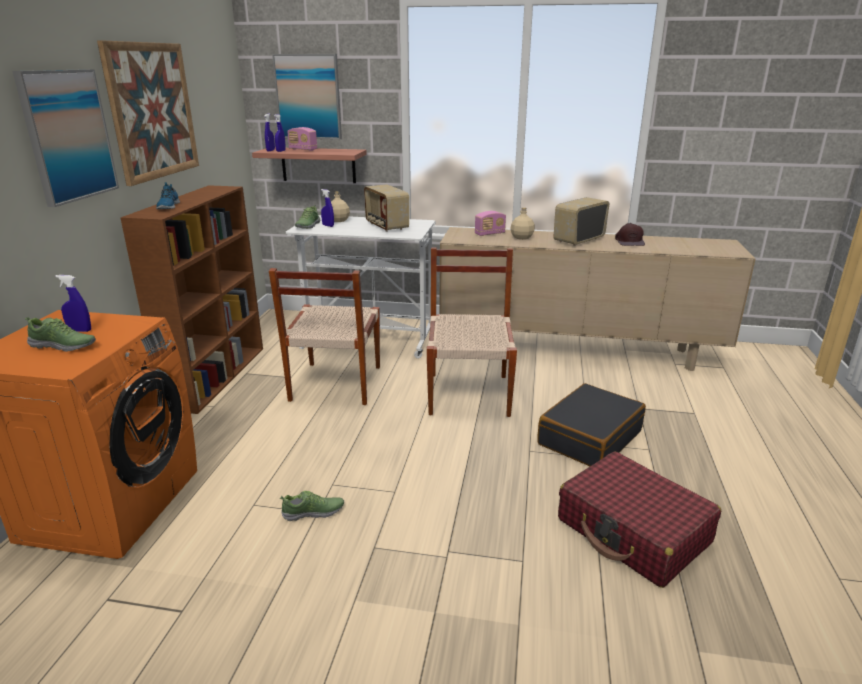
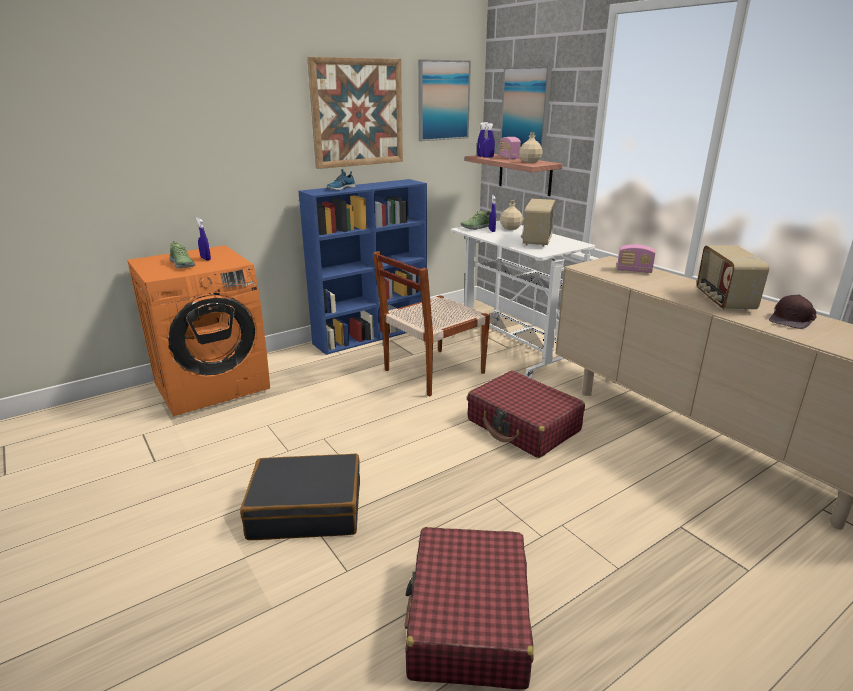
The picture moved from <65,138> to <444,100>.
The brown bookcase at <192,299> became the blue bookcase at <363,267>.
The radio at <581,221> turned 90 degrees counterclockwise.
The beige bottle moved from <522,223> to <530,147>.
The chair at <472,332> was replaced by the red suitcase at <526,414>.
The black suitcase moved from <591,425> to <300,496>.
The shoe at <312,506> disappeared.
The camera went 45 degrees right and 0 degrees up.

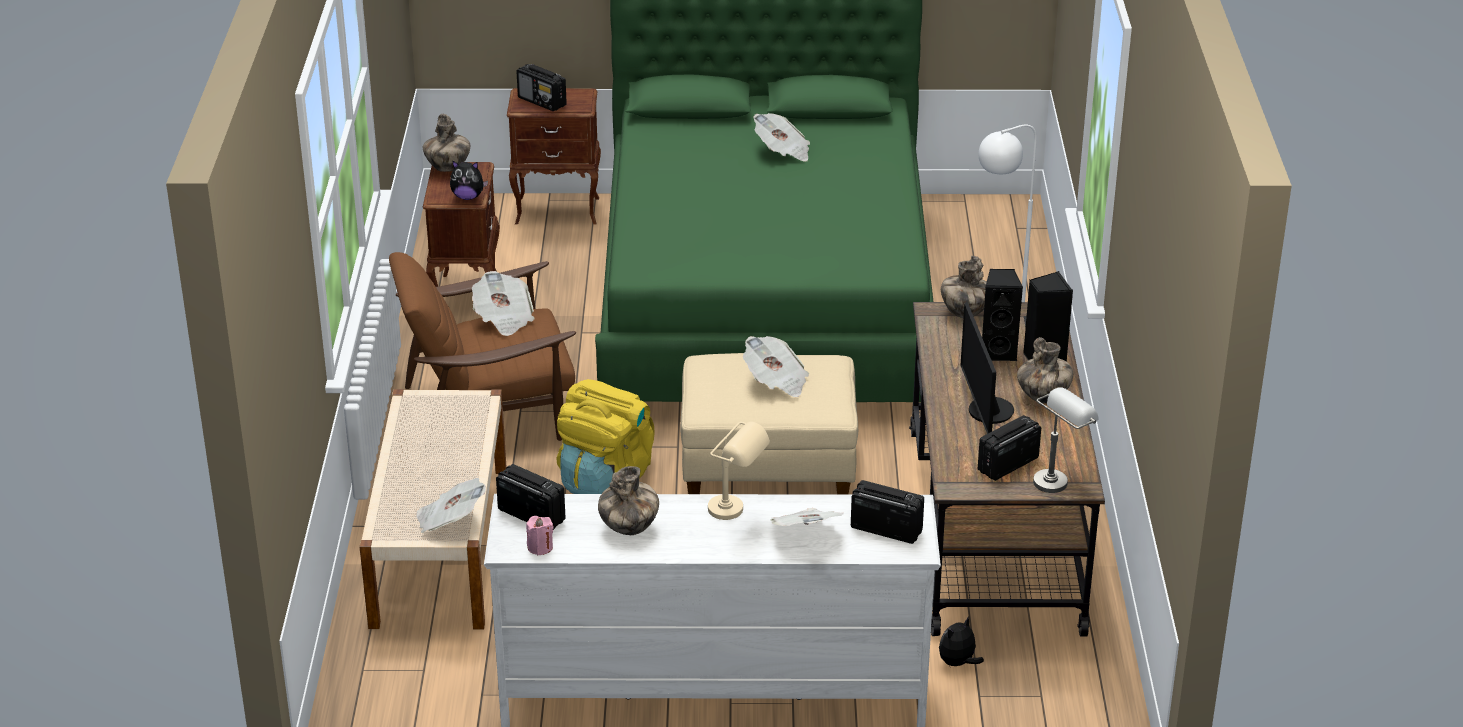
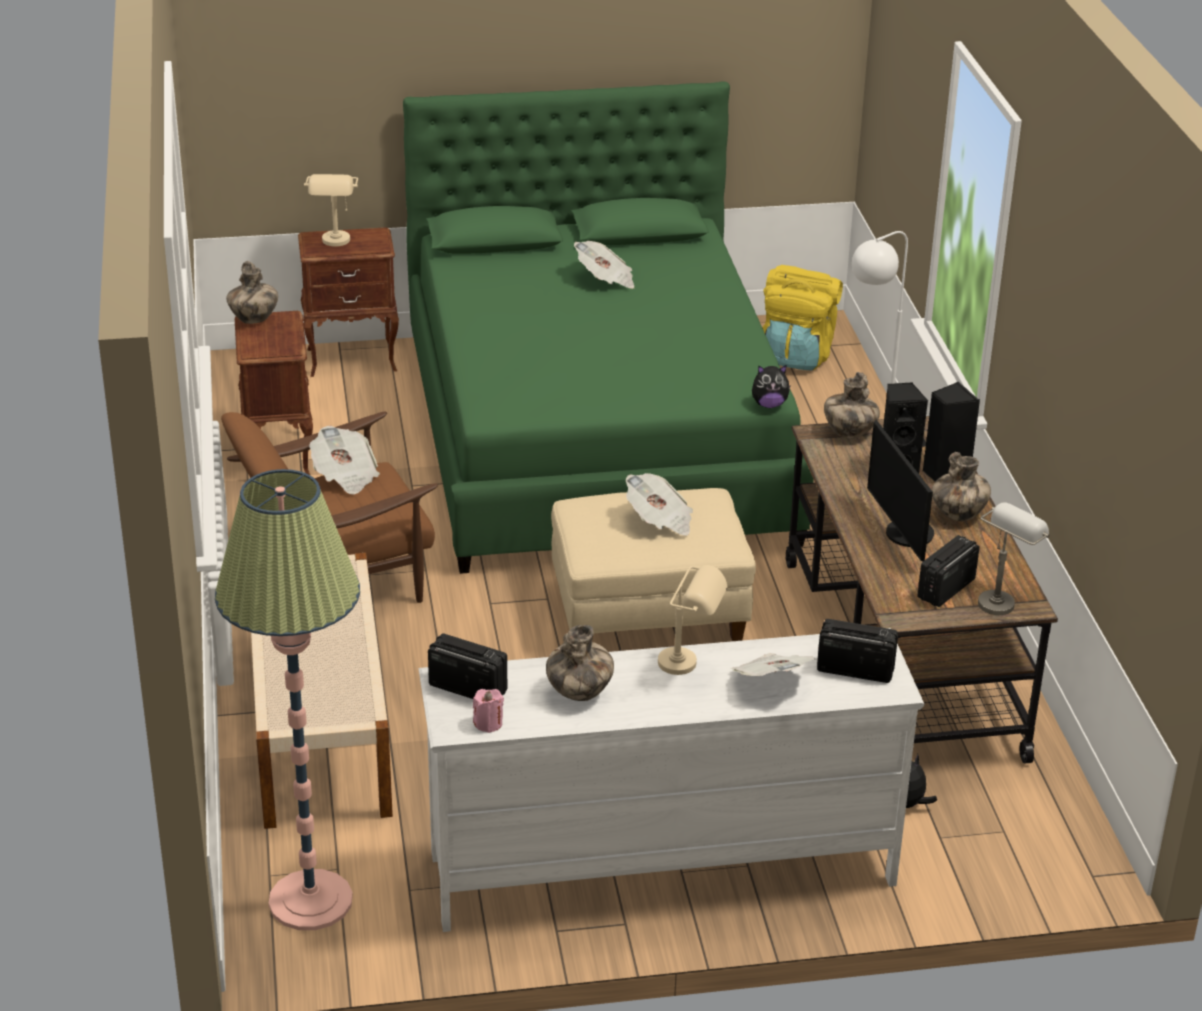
The radio at <541,87> was replaced by the beige table lamp at <331,210>.
The plush toy moved from <469,180> to <771,386>.
The yellow backpack moved from <605,436> to <802,318>.
The newspaper at <451,505> disappeared.
The floor lamp at <287,699> appeared.
The camera went 10 degrees left and 0 degrees up.

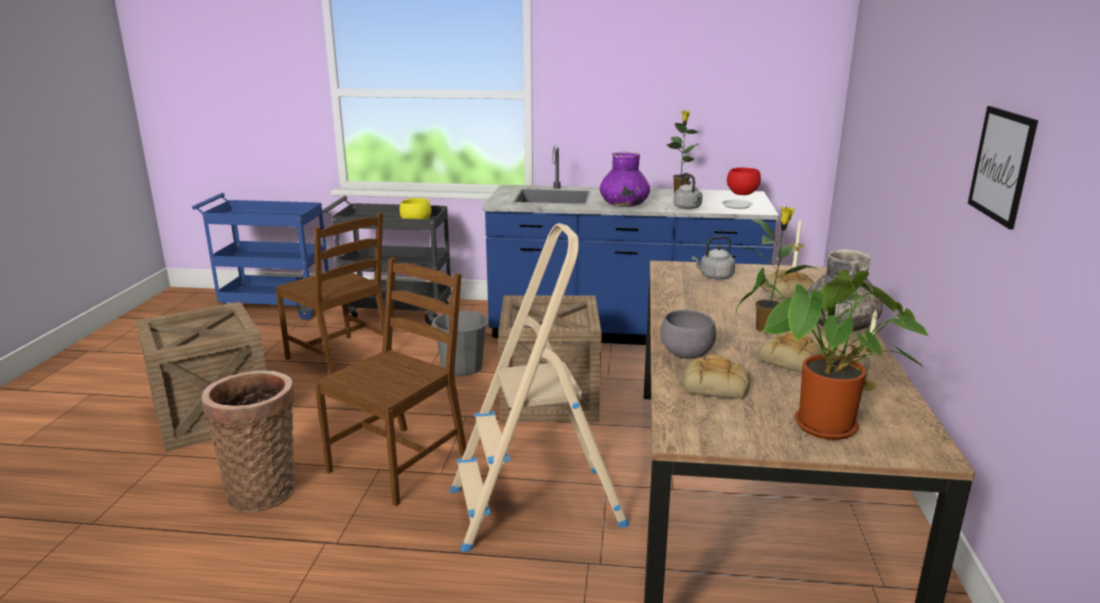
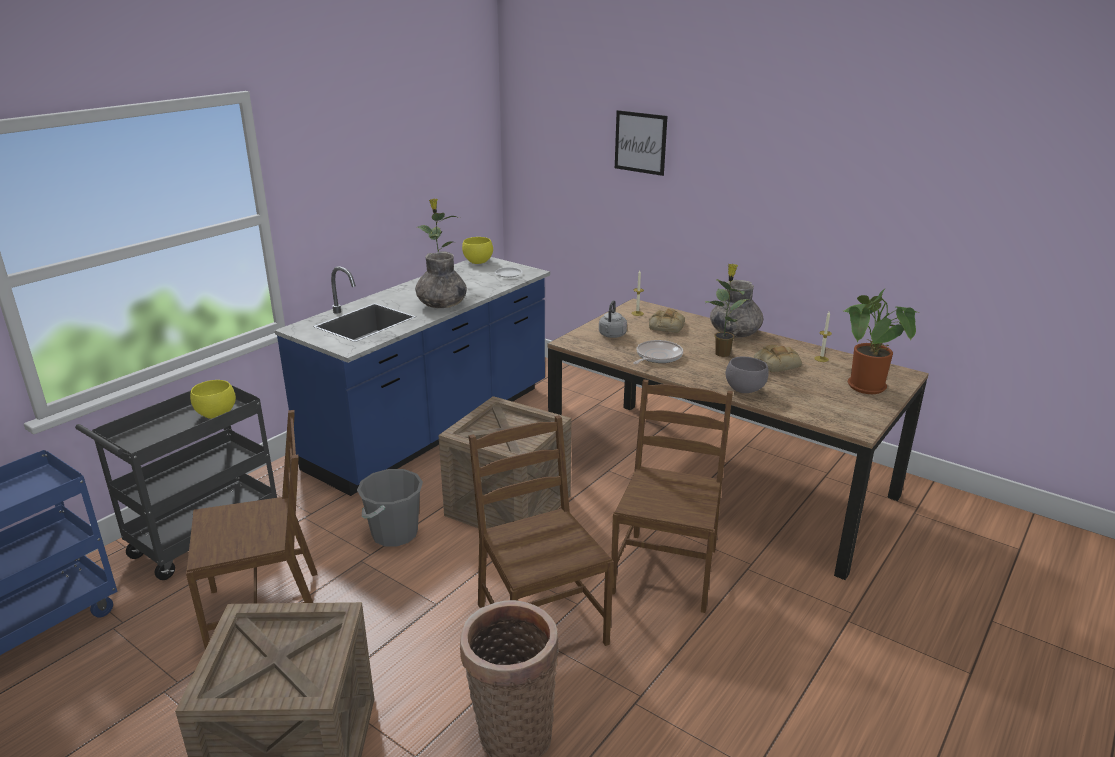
The picture moved from <1003,168> to <641,143>.
The purple vase at <625,179> became the grey vase at <441,280>.
The red bowl at <744,181> became the yellow bowl at <477,250>.
The grey kettle at <688,191> disappeared.
The beige step ladder at <539,387> was replaced by the brown chair at <672,496>.
The bread at <716,376> disappeared.
The frying pan at <658,352> appeared.
The camera went 60 degrees left and 5 degrees up.

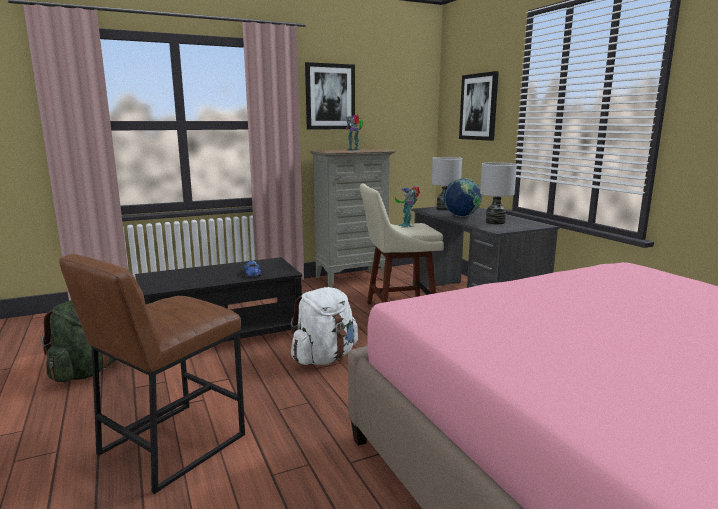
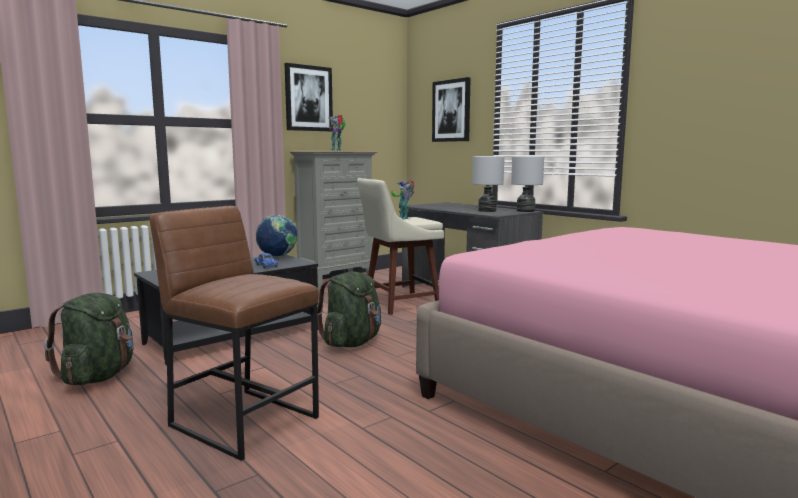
The grey table lamp moved from <447,183> to <527,184>.
The globe moved from <462,197> to <277,236>.
The brown chair at <152,374> turned 105 degrees clockwise.
The white backpack at <324,326> became the green backpack at <349,309>.
The camera went 15 degrees left and 5 degrees down.

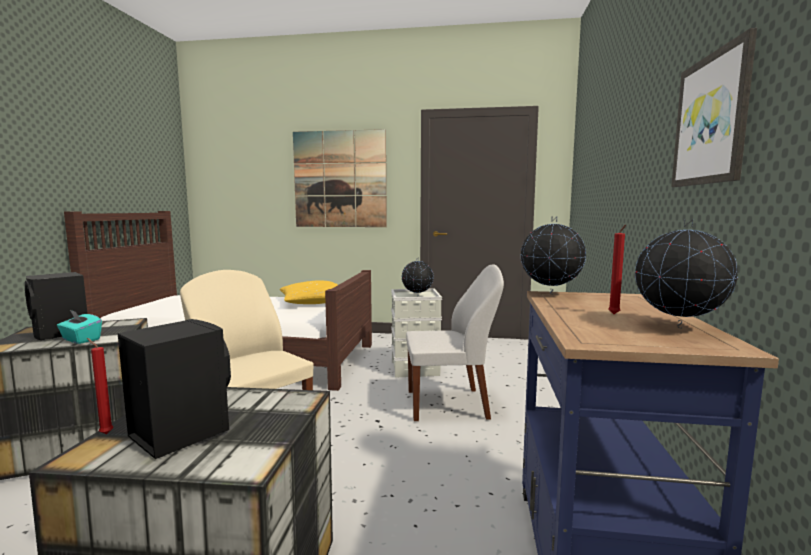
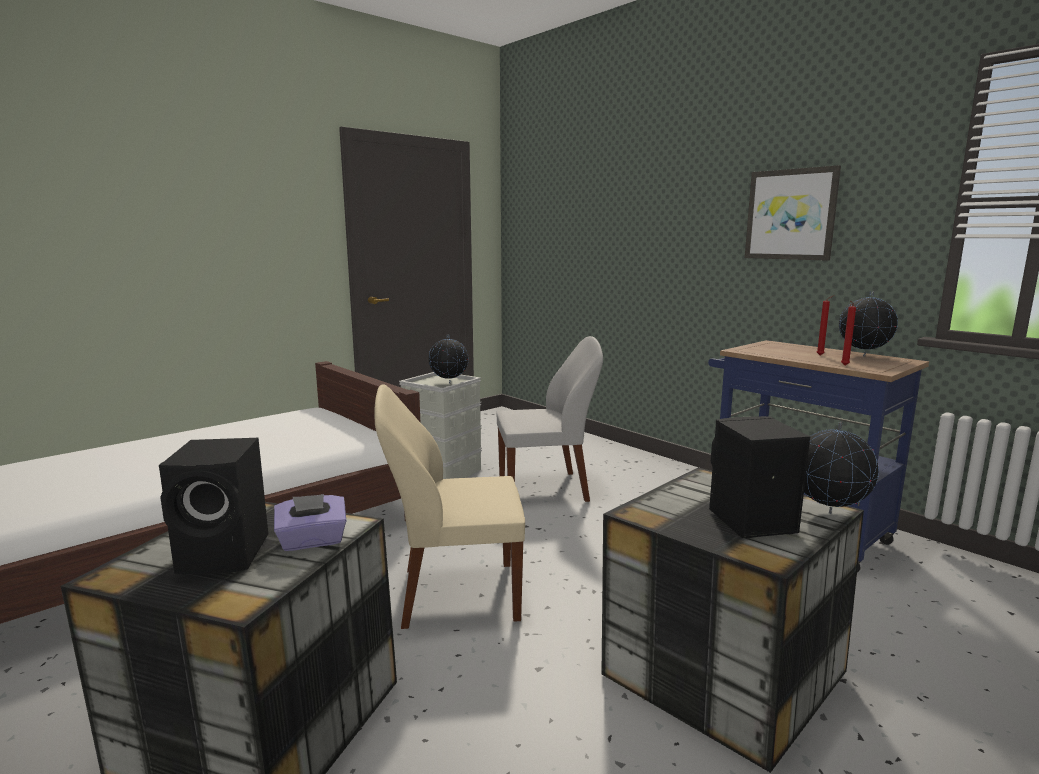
The picture at <340,178> disappeared.
The globe moved from <553,255> to <841,467>.
The white chair at <455,343> turned 45 degrees clockwise.
The yellow pillow at <309,292> disappeared.
The turquoise tissue box at <79,326> became the purple tissue box at <310,522>.
The red candle moved from <100,386> to <848,333>.
The camera went 50 degrees left and 5 degrees up.

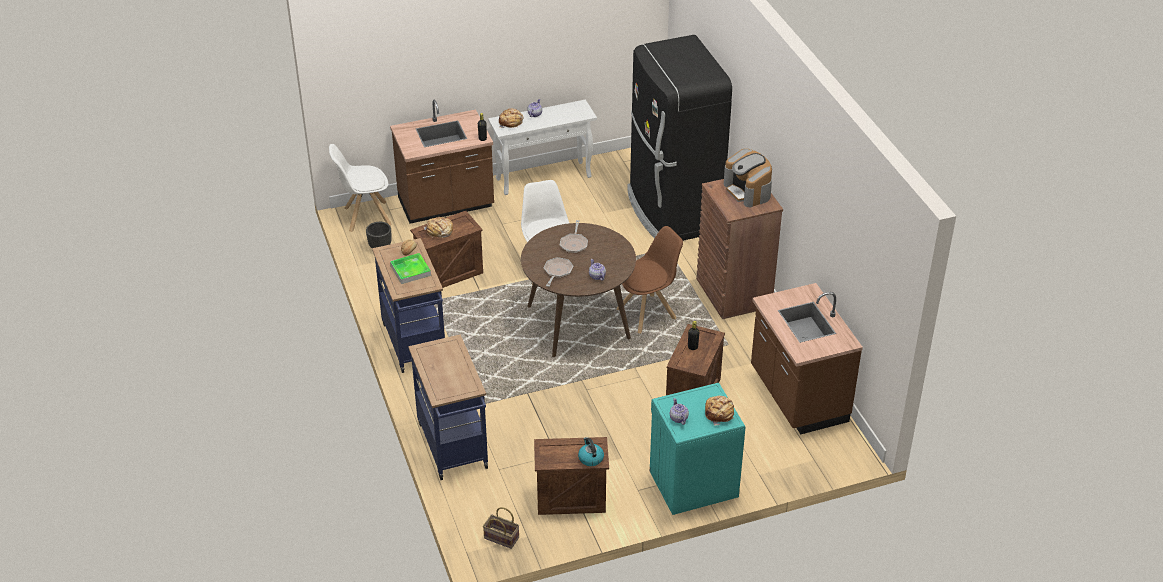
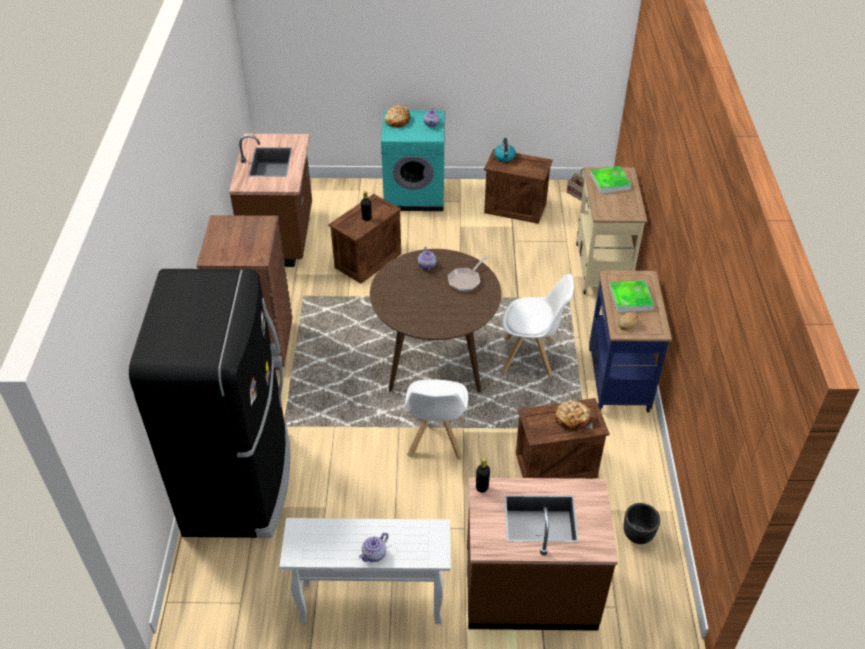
The bread at <511,118> disappeared.
The white chair moved from <360,188> to <537,325>.
The coffee machine at <748,178> disappeared.
The frying pan at <574,236> disappeared.
The brown chair at <649,280> disappeared.
The blue cart at <448,407> became the beige cart at <611,230>.
The tray at <610,180> appeared.
The camera went 160 degrees left and 5 degrees up.

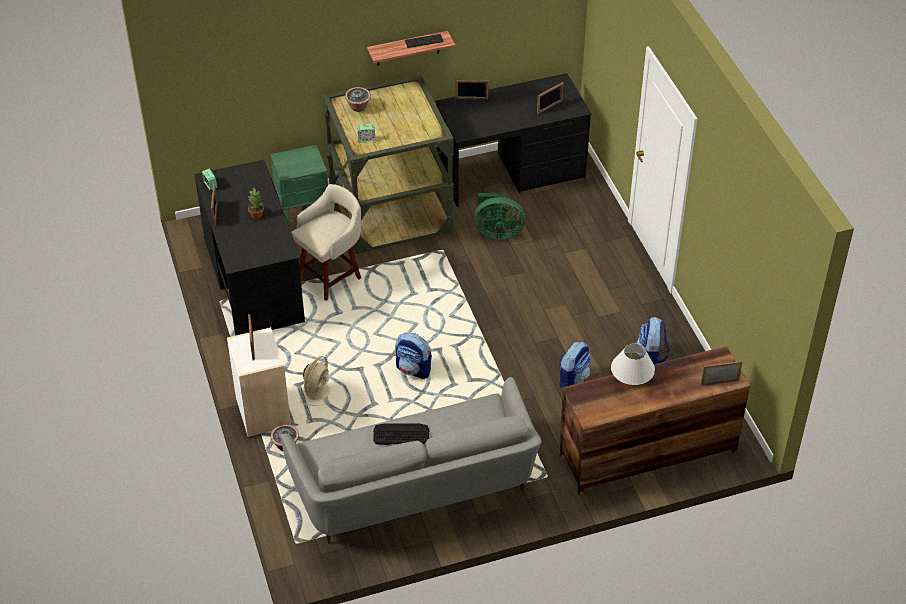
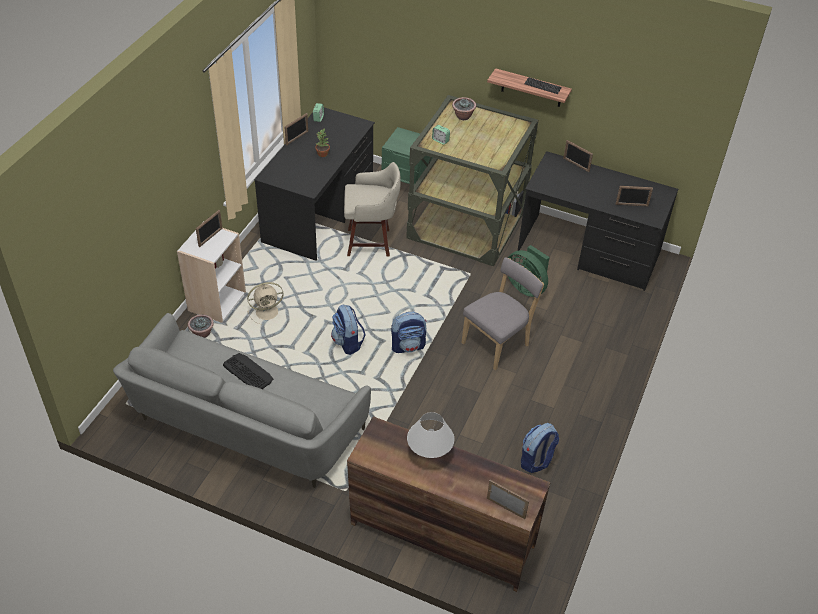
The backpack moved from <575,365> to <409,332>.
The grey chair at <502,313> appeared.
The camera went 40 degrees right and 0 degrees up.

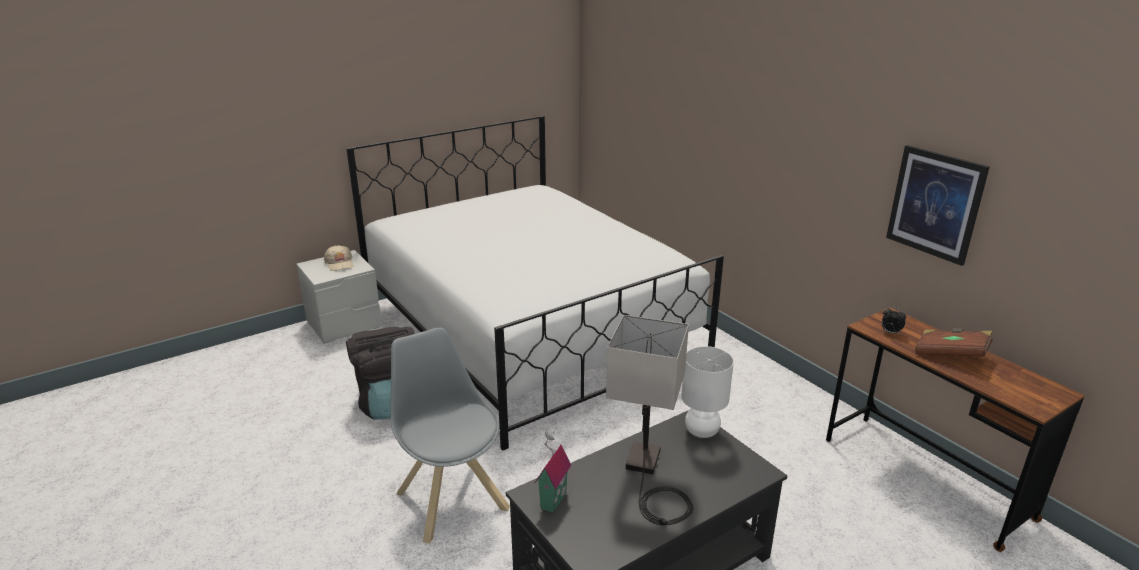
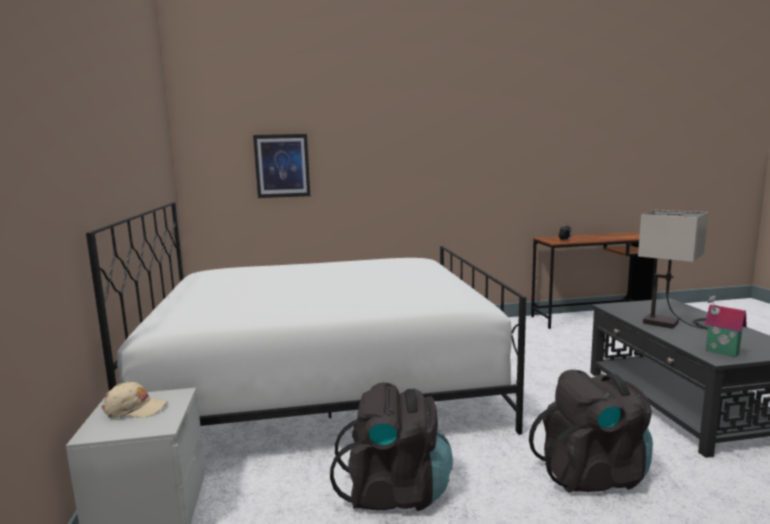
The picture moved from <938,205> to <281,166>.
The grey chair at <450,435> was replaced by the black backpack at <591,431>.
The brown book at <954,342> disappeared.
The white table lamp at <707,392> disappeared.
The camera went 65 degrees left and 15 degrees down.

